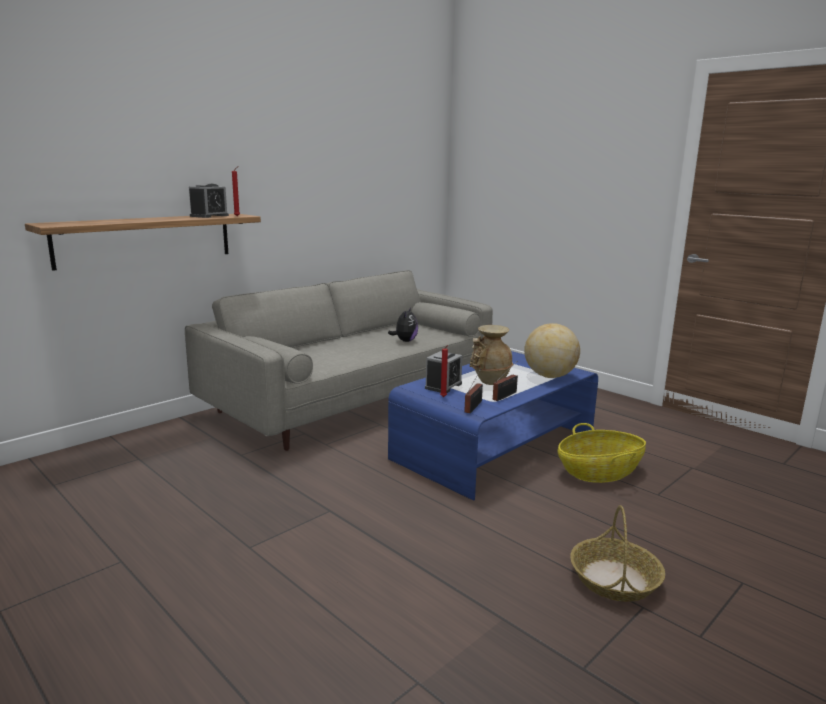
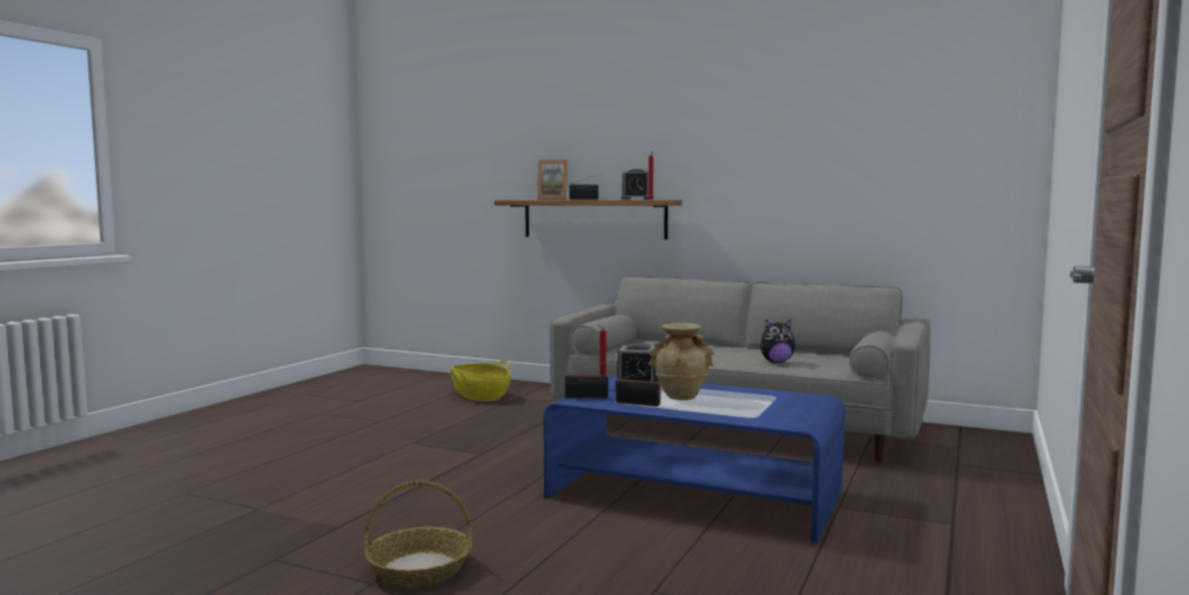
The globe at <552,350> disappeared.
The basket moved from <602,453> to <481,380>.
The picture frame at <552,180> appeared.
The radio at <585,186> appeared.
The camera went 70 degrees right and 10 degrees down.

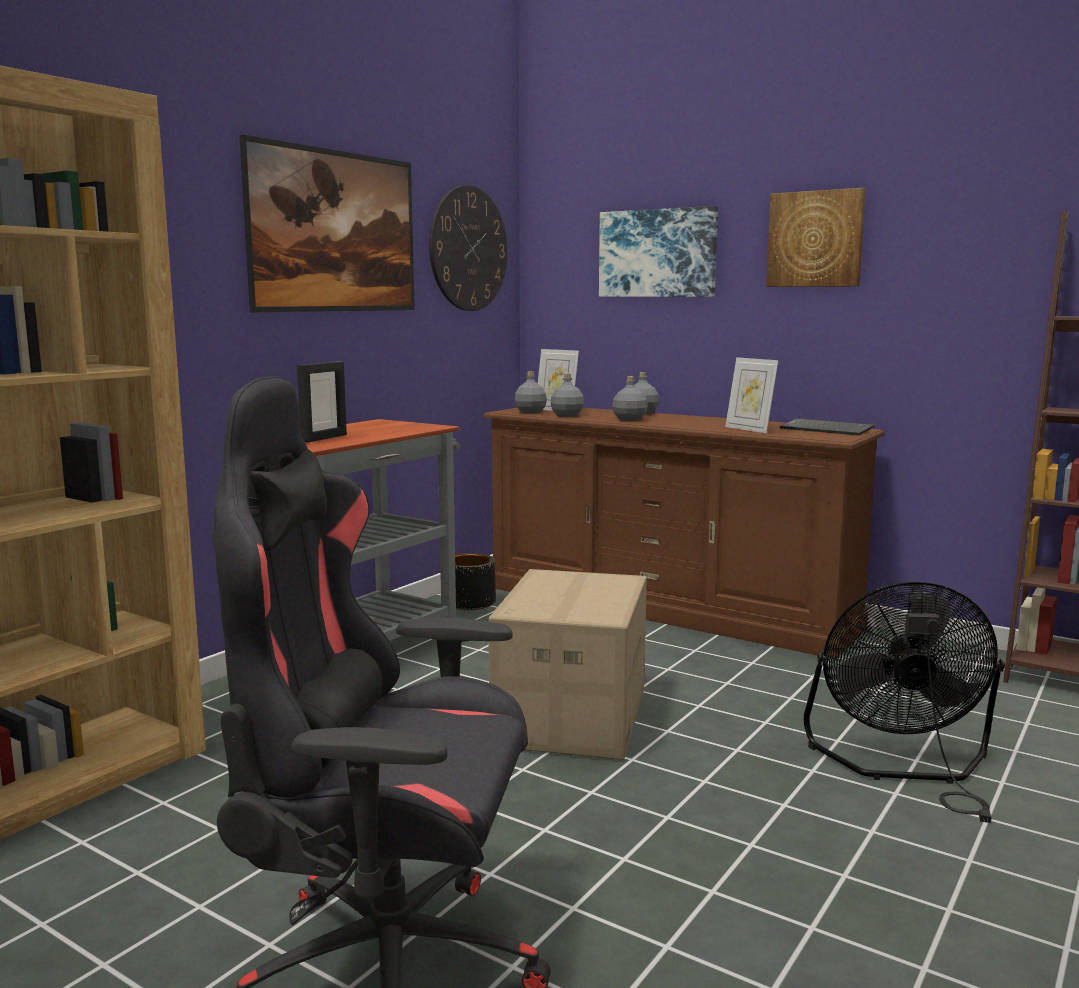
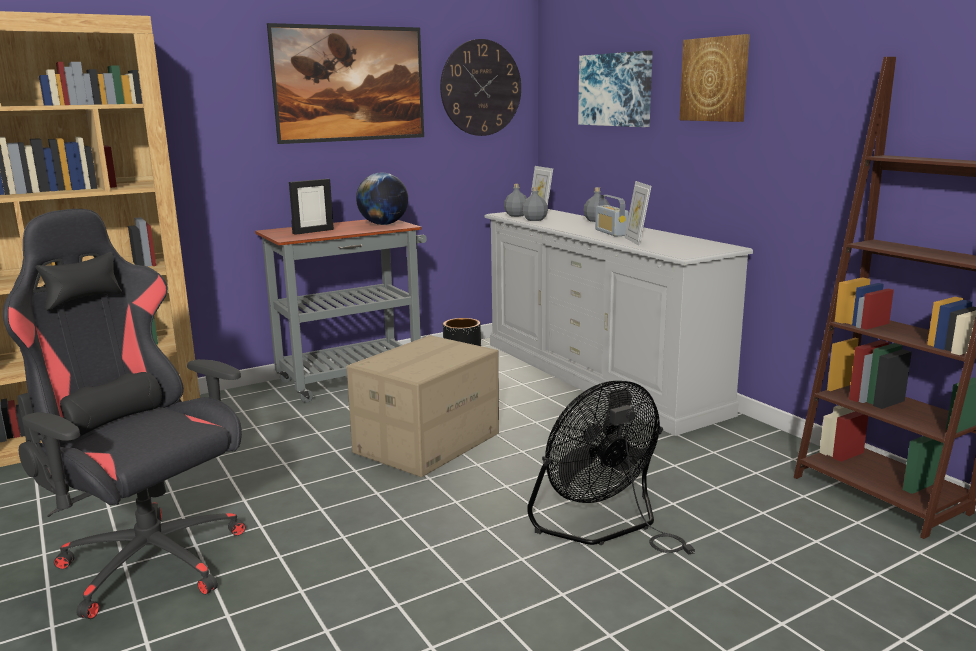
The grey bottle at <630,398> disappeared.
The brown cabinet at <684,533> became the white cabinet at <618,322>.
The keyboard at <827,427> disappeared.
The black fan at <904,702> turned 60 degrees counterclockwise.
The globe at <382,199> appeared.
The radio at <612,216> appeared.
The camera went 25 degrees right and 5 degrees up.

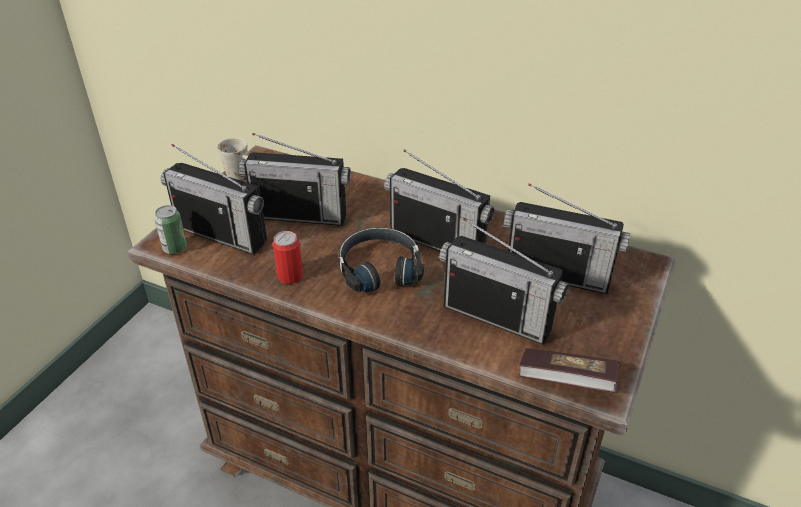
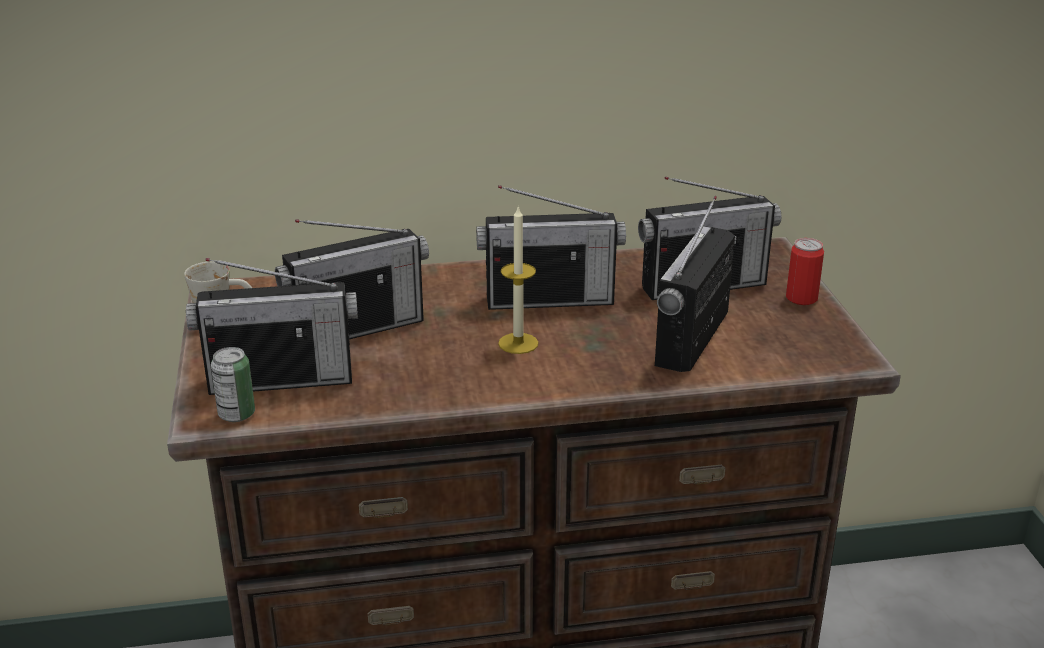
The radio at <504,281> turned 120 degrees clockwise.
The black headphones at <381,260> was replaced by the candle at <518,280>.
The can moved from <288,257> to <805,271>.
The book at <568,370> disappeared.
The camera went 35 degrees left and 10 degrees down.

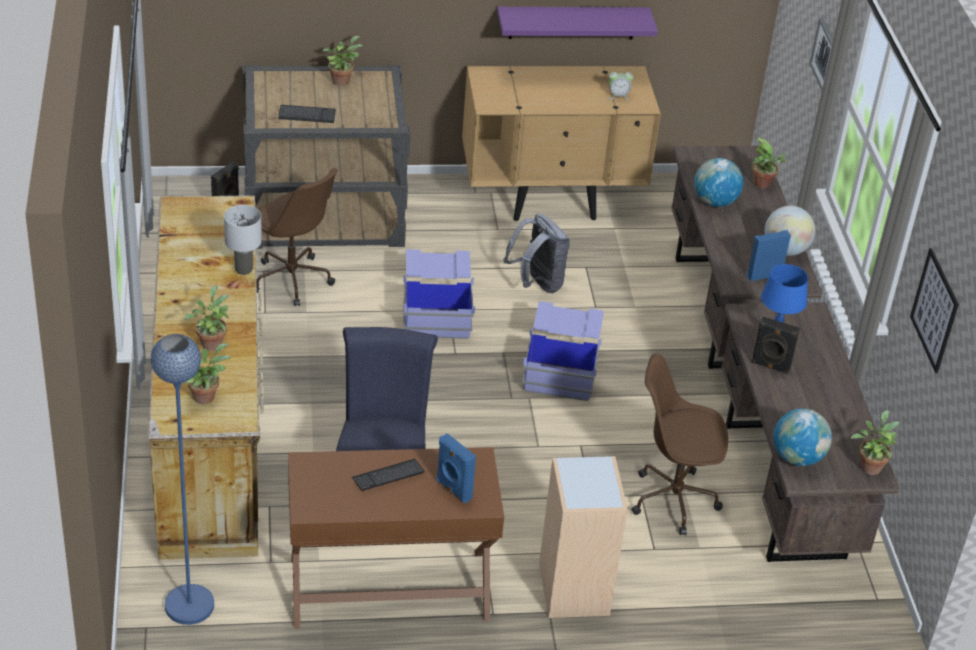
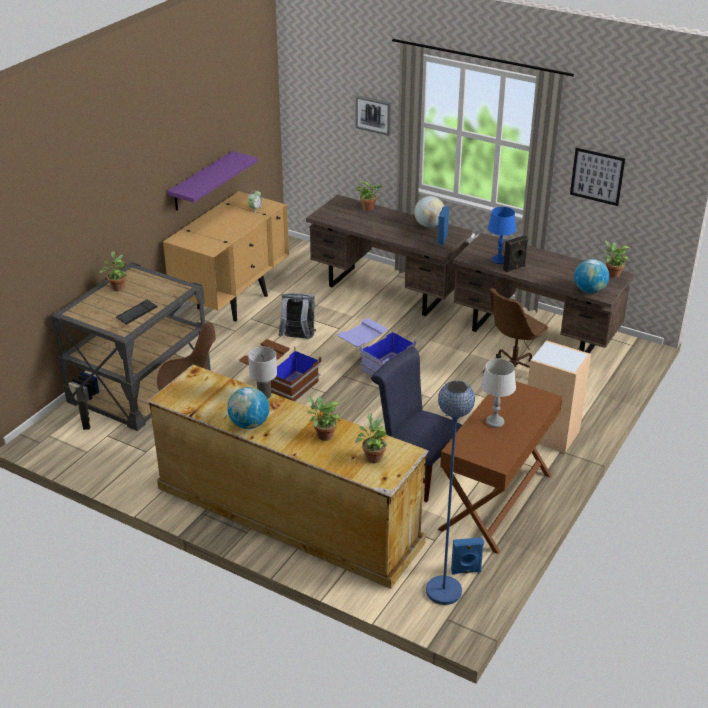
The globe moved from <718,182> to <248,408>.
The blue storage box at <439,294> became the brown storage box at <280,370>.
The blue speaker moved from <456,468> to <467,556>.
The keyboard at <388,475> was replaced by the grey table lamp at <498,393>.
The camera went 50 degrees left and 5 degrees down.

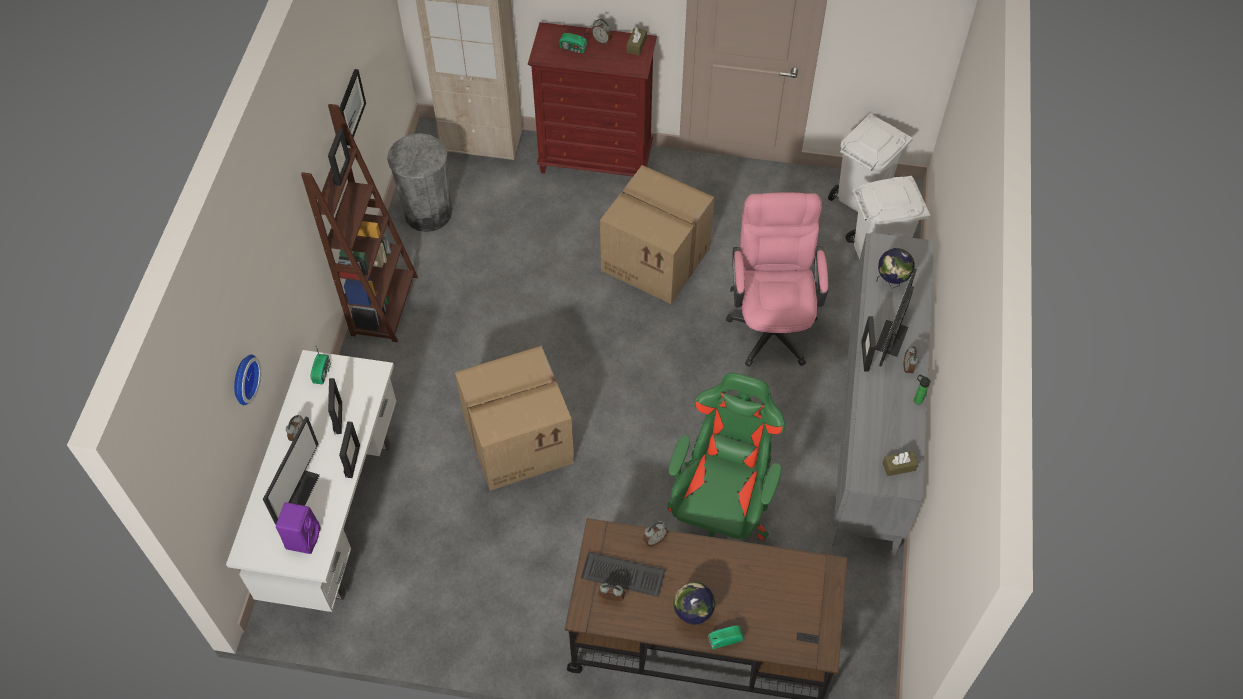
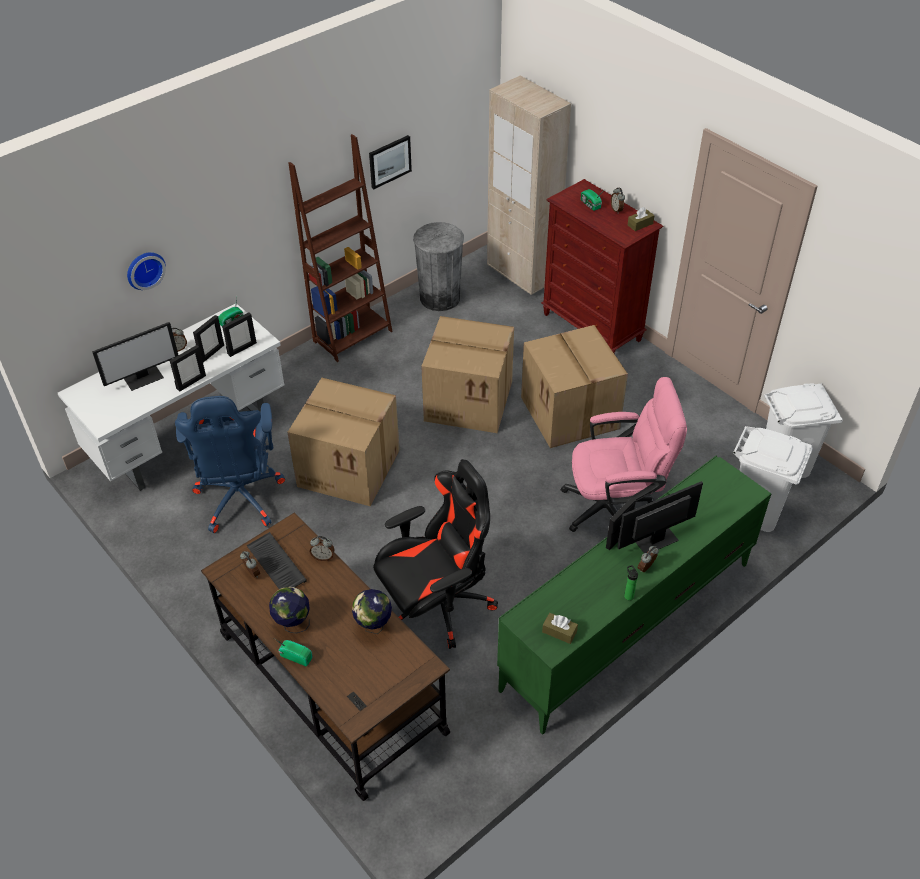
The picture frame moved from <339,157> to <239,335>.
The pink office chair at <777,280> turned 45 degrees clockwise.
The grey cabinet at <883,394> became the green cabinet at <634,595>.
The globe moved from <895,268> to <372,611>.
The green office chair at <726,456> became the black office chair at <435,554>.
The purple speaker at <298,528> disappeared.
The cardboard box at <467,374> appeared.
The blue office chair at <230,464> appeared.
The camera went 40 degrees right and 10 degrees down.

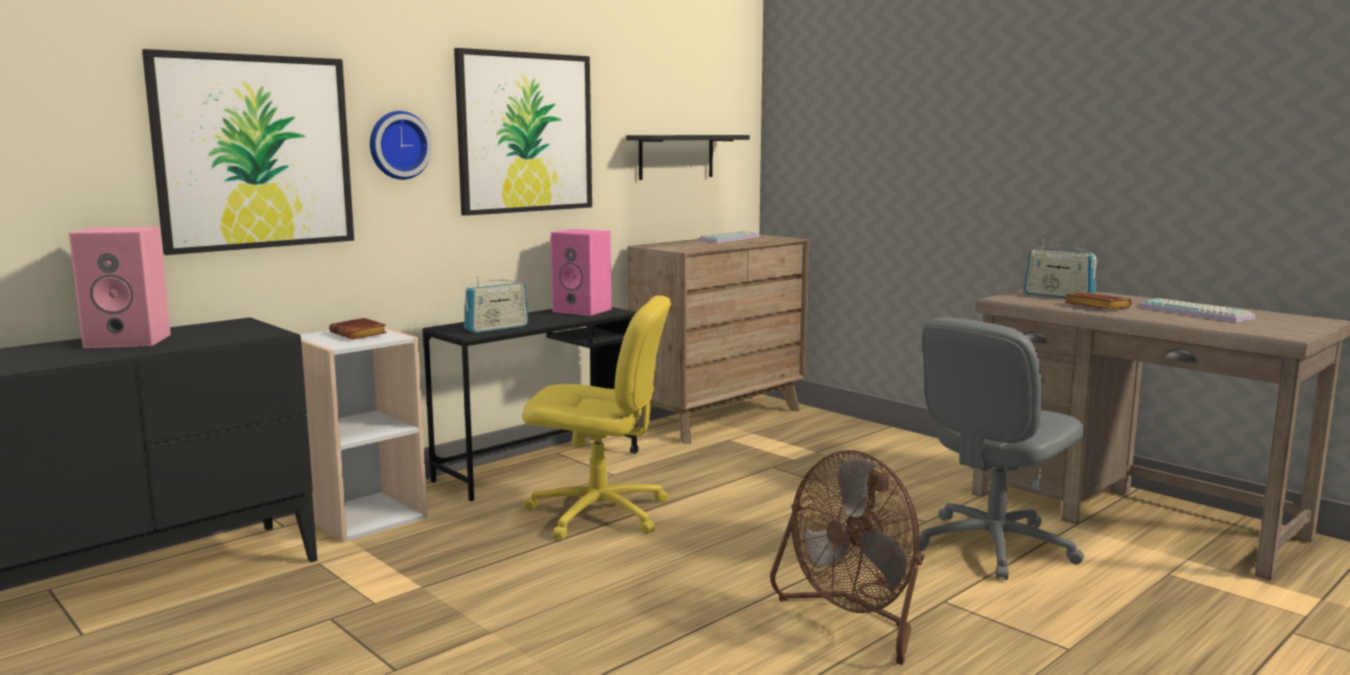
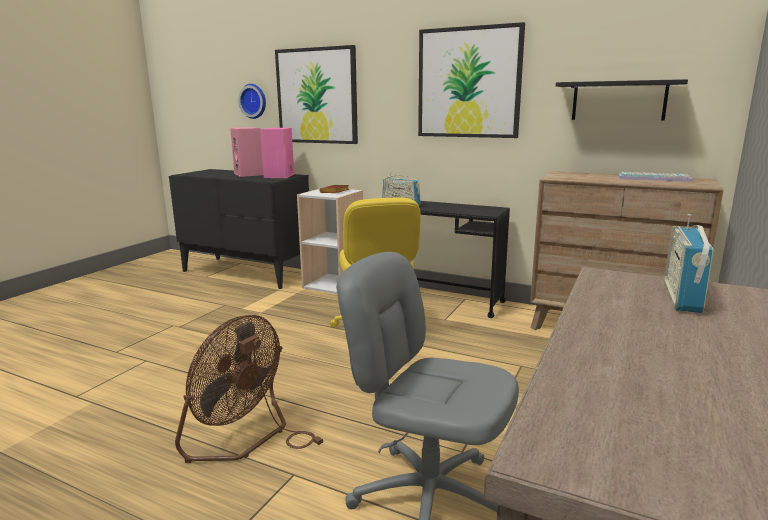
The wall clock moved from <401,145> to <252,101>.
The pink speaker moved from <581,272> to <277,153>.
The brown book at <1098,301> disappeared.
The keyboard at <1197,310> disappeared.
The camera went 70 degrees right and 5 degrees up.

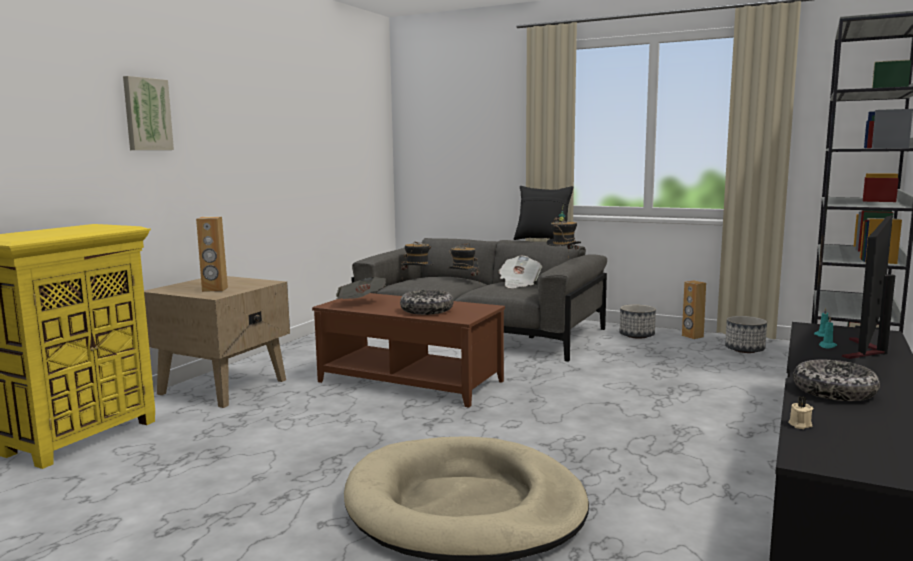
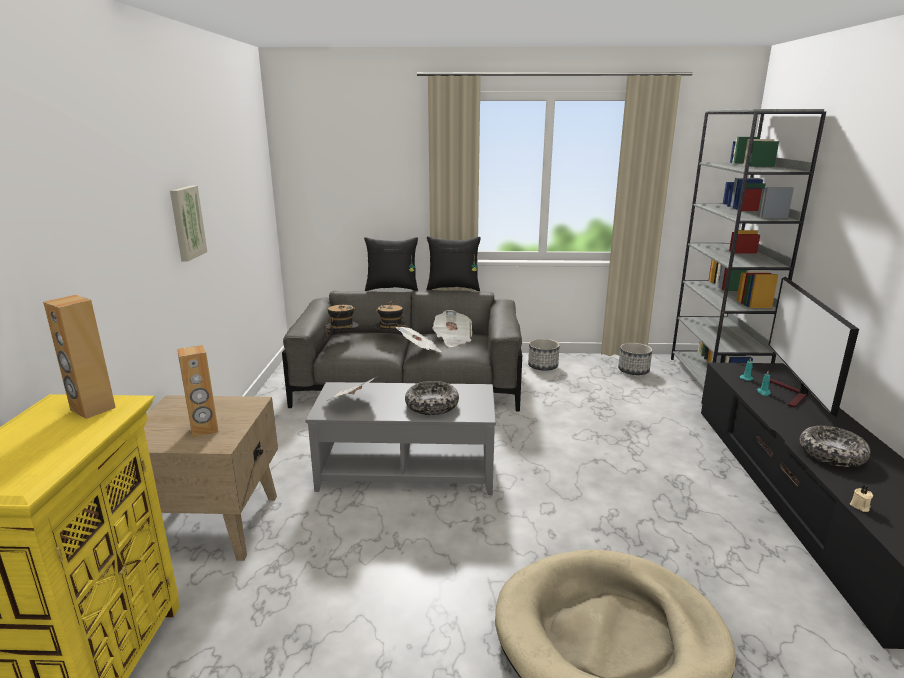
The picture moved from <148,113> to <188,223>.
The hat at <564,233> disappeared.
The brown speaker moved from <694,309> to <79,357>.
The brown coffee table at <408,350> became the grey coffee table at <400,438>.
The black pillow at <391,264> appeared.
The newspaper at <419,339> appeared.
The camera went 25 degrees left and 10 degrees up.

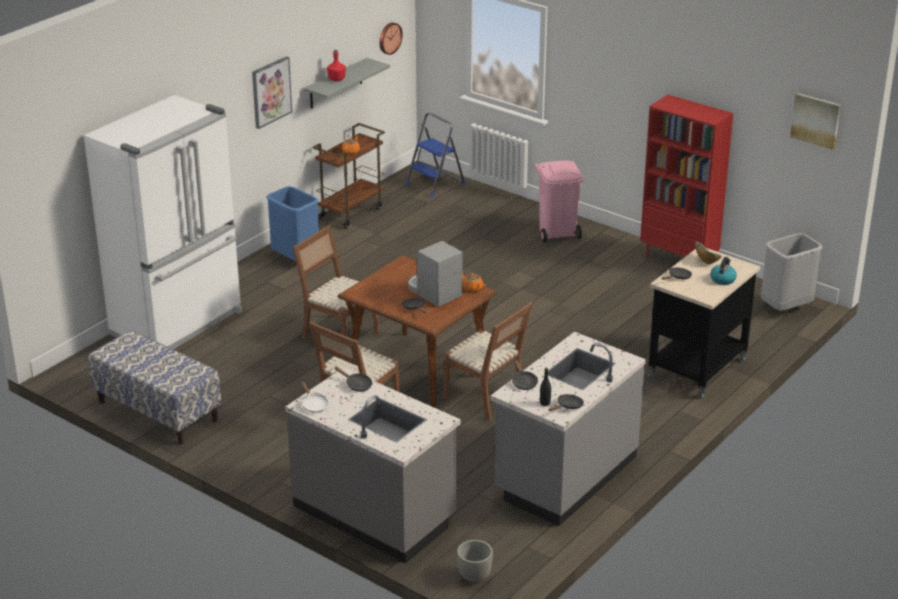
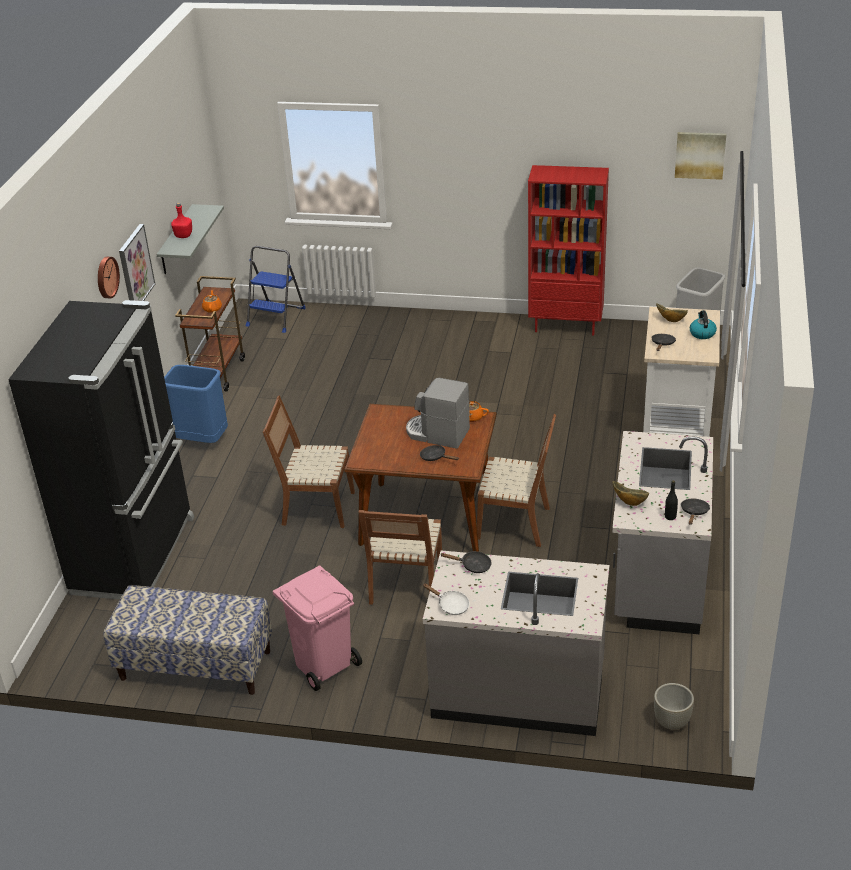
The wall clock moved from <391,38> to <109,277>.
The white fridge at <163,222> became the black fridge at <101,450>.
The pink trash can moved from <559,201> to <317,628>.
The black cart at <704,323> became the white cart at <681,372>.
The black frying pan at <525,374> was replaced by the bowl at <630,493>.
The camera went 25 degrees left and 5 degrees up.

